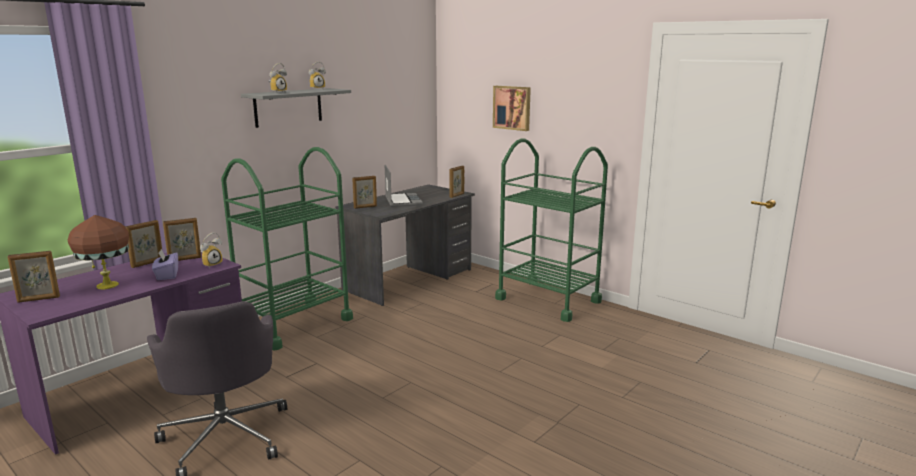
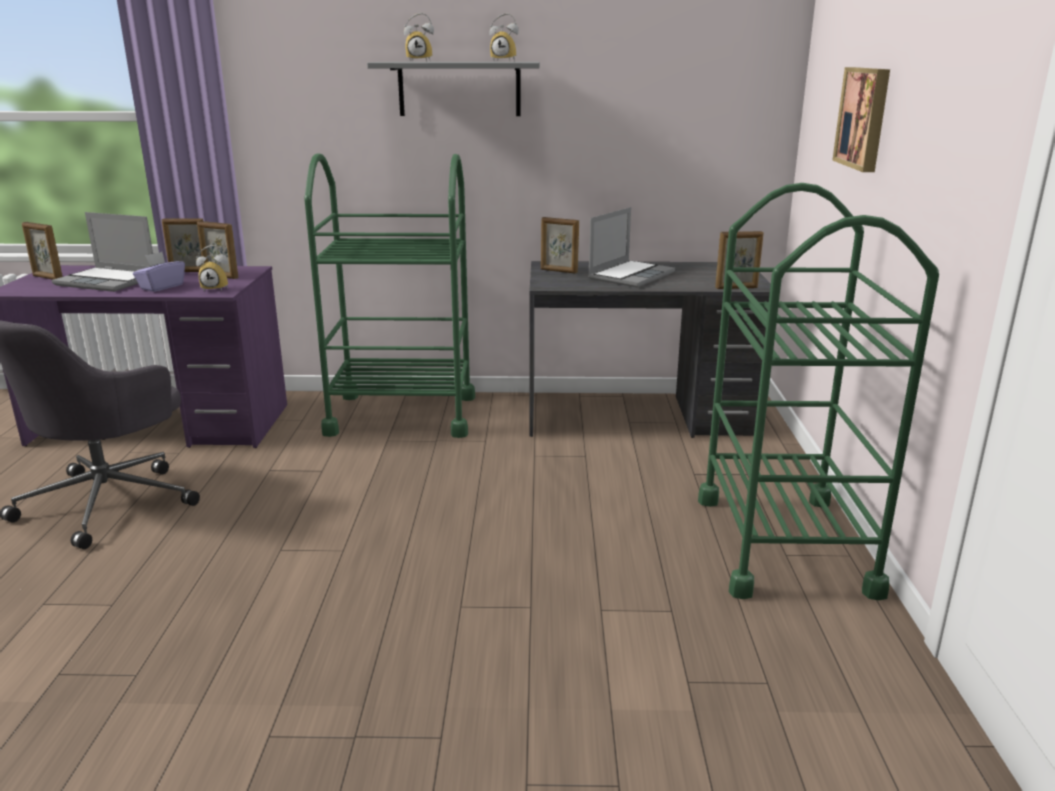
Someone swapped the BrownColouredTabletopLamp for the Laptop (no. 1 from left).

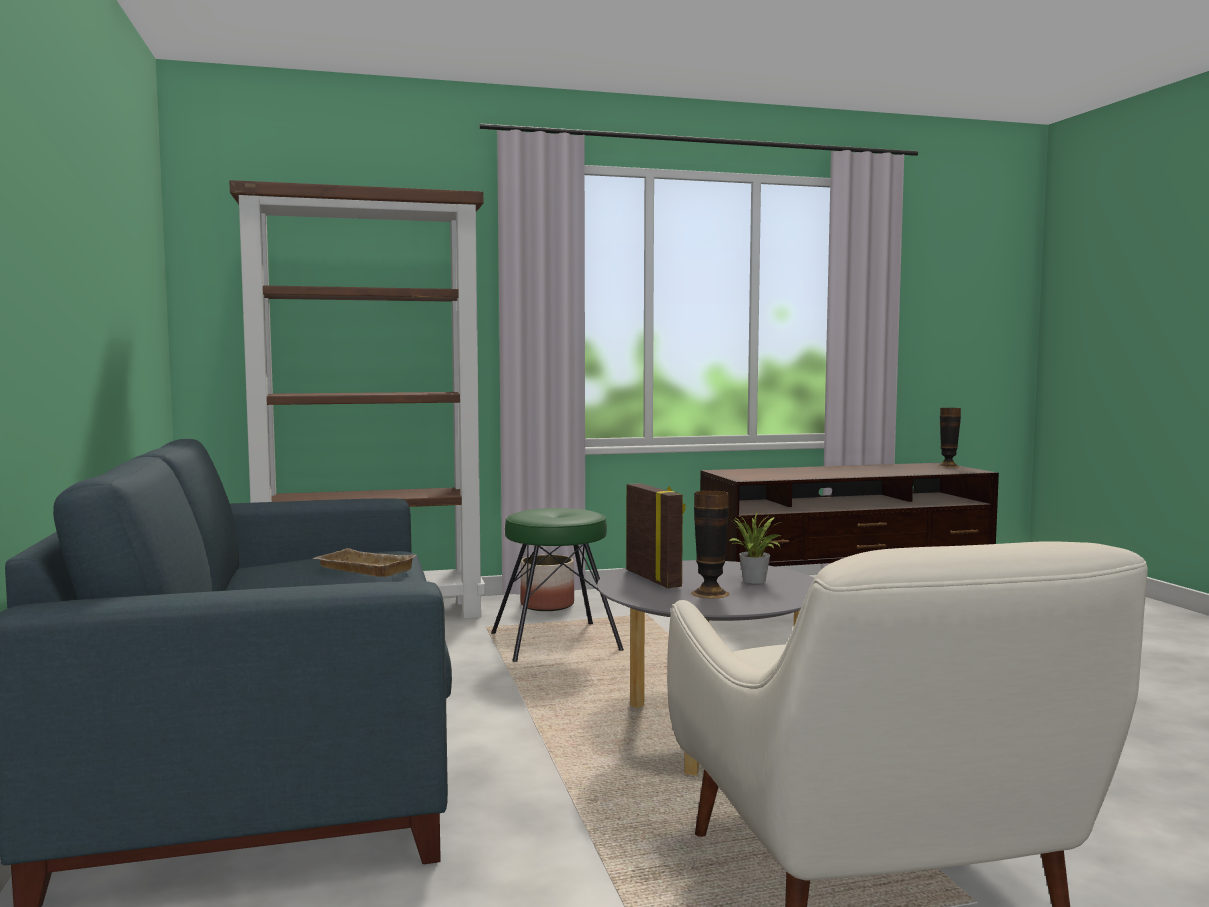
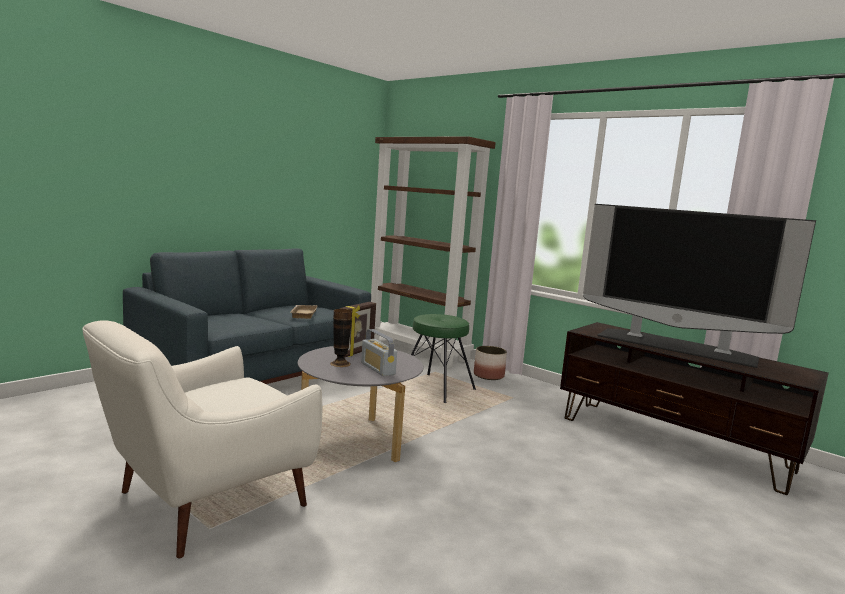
Someone took away the Vase (no. 2 from left).
Someone put down the TvSet.
Someone swapped the Houseplant for the RadioSet.

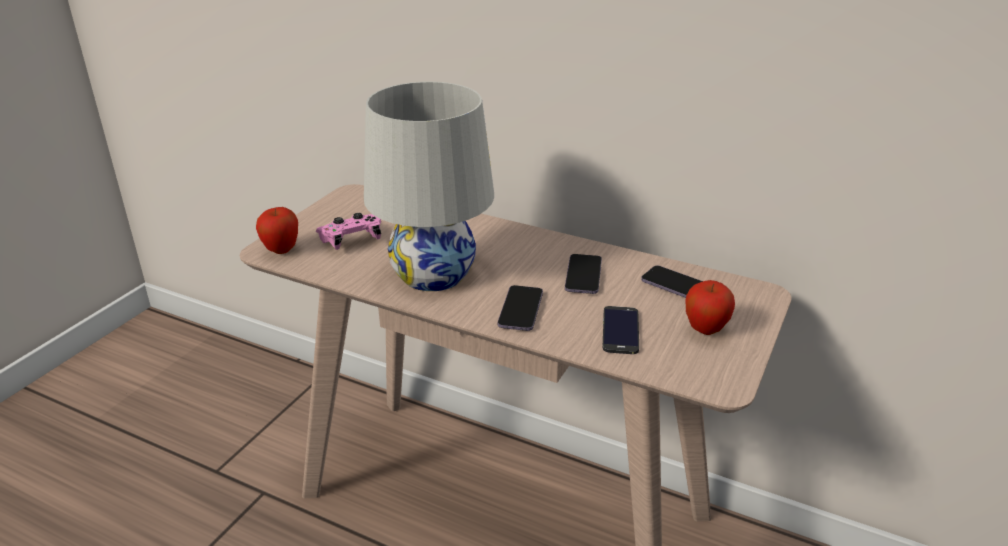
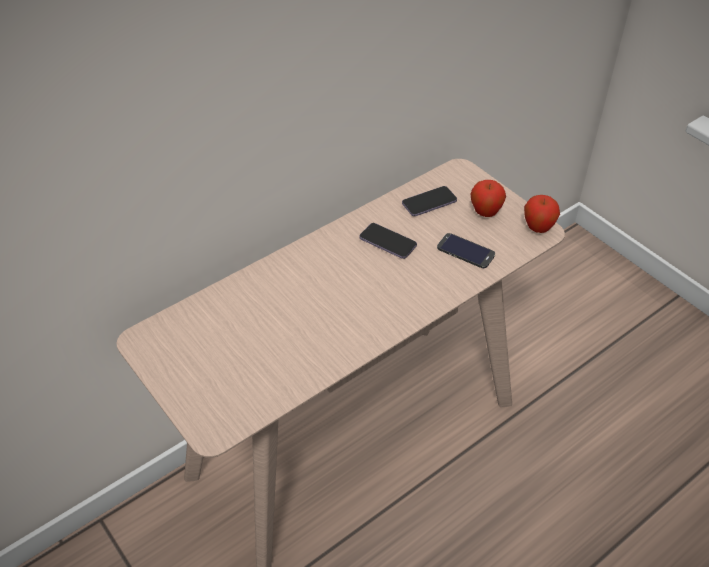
Someone took away the PinkishGameController.
Someone took away the WhitishTabletopLamp.
Someone took away the Telephone (no. 1 from left).
Someone carried the AppleFruit (no. 1 from left in the first image).

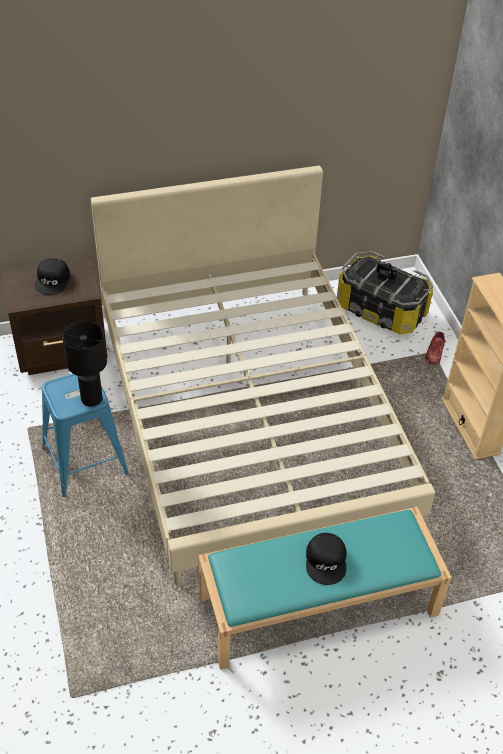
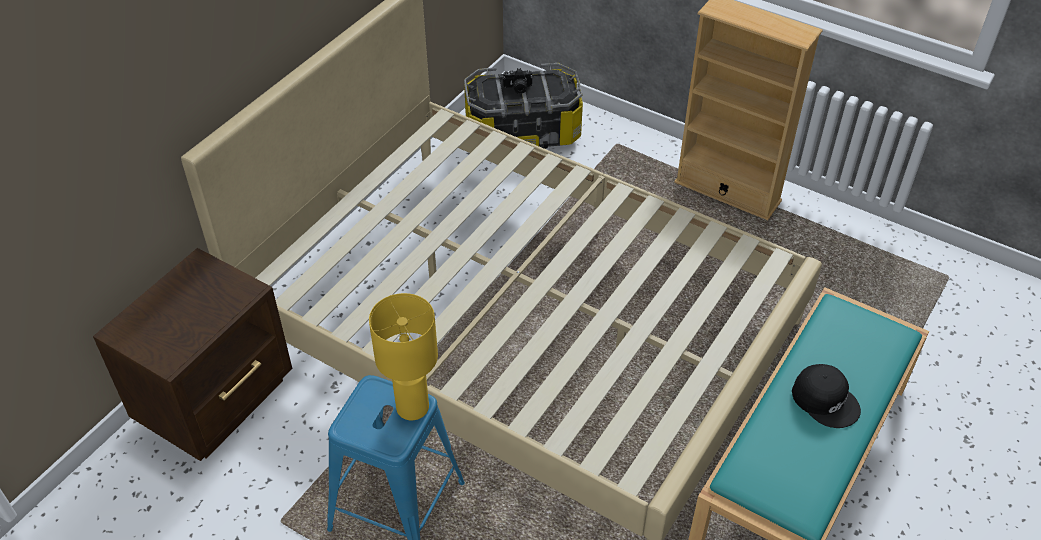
Someone took away the BlackishCap (no. 1 from left).
Someone took away the RedItemOfFootwear.
Someone repainted the BlackishTabletopLamp, which became the YellowishTabletopLamp.

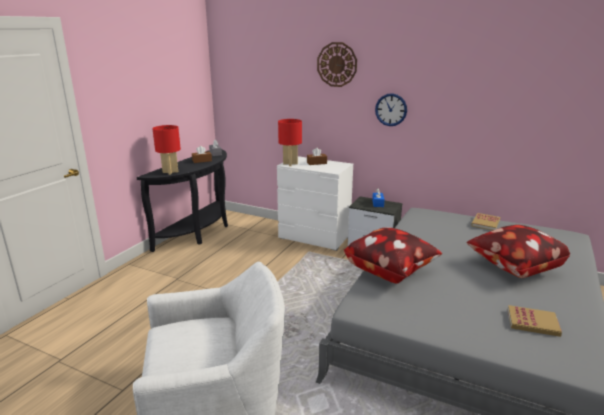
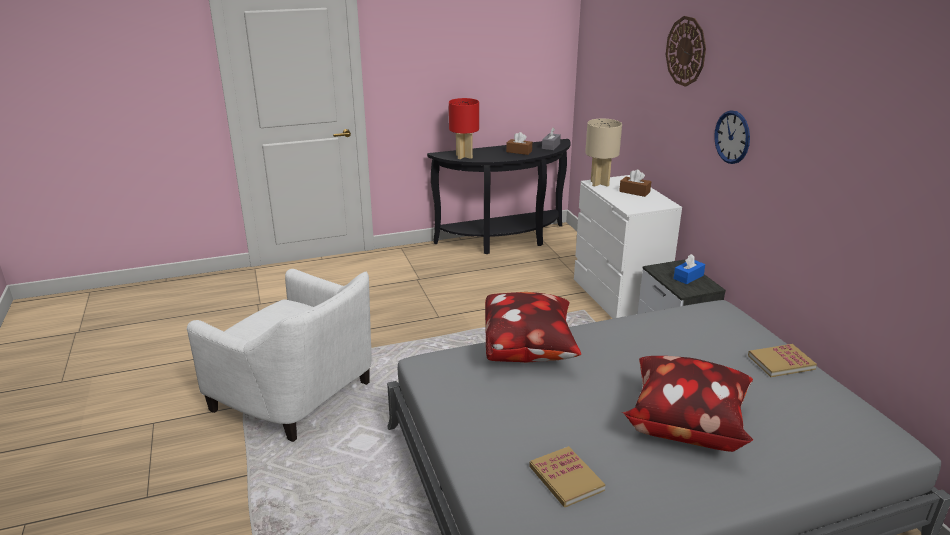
Someone repainted the RedTabletopLamp (no. 2 from left), which became the SandColouredTabletopLamp.

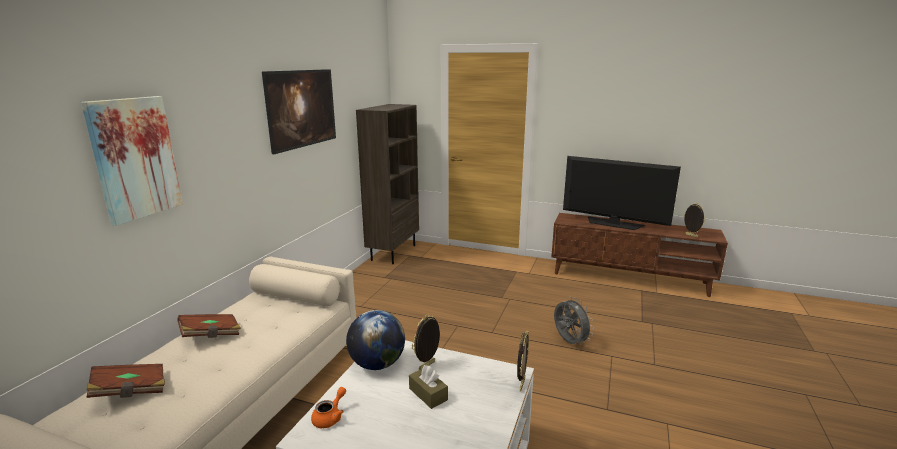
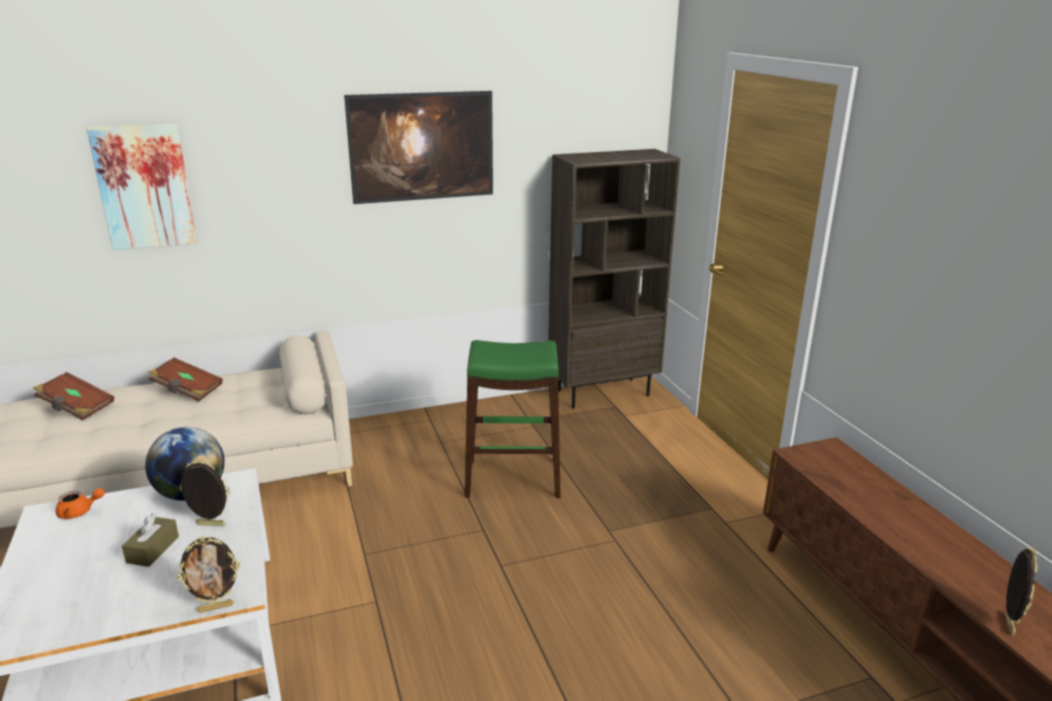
Someone took away the GreyishCoolingFan.
Someone took away the TvSet.
Someone put down the GreenColouredStool.

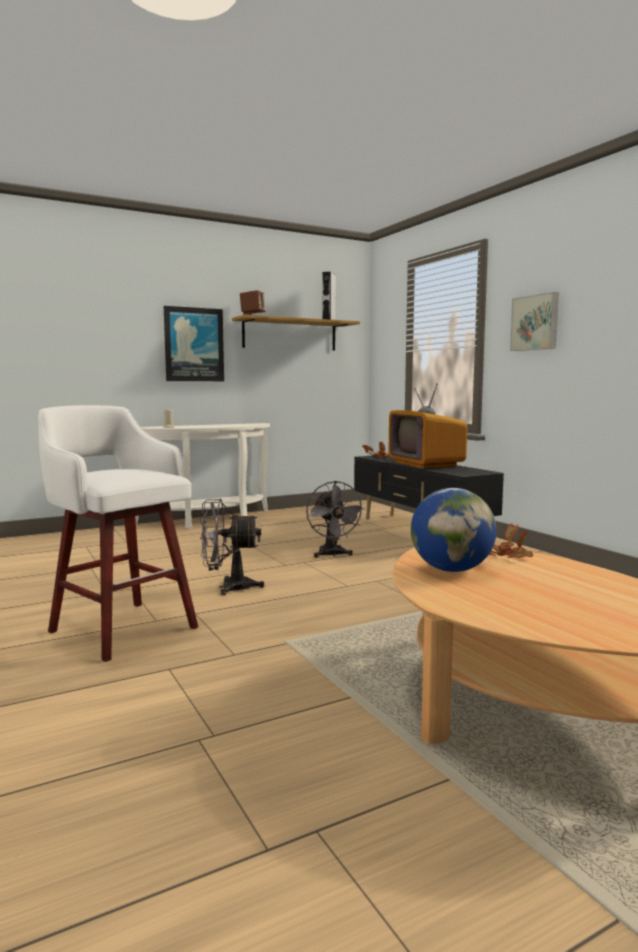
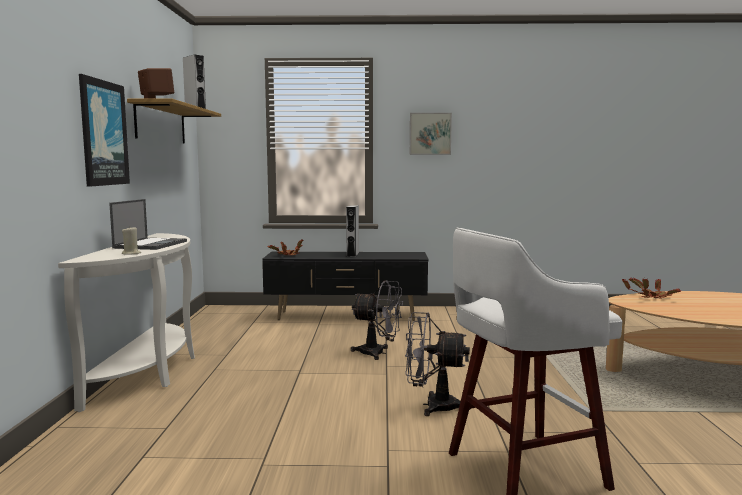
Someone took away the WorldGlobe.
Someone put down the Laptop.
Someone swapped the TvSet for the GreyishAudioSpeaker (no. 2 from left).
Someone rotated the GreyishCoolingFan (no. 1 from left in the first image) by 75 degrees clockwise.

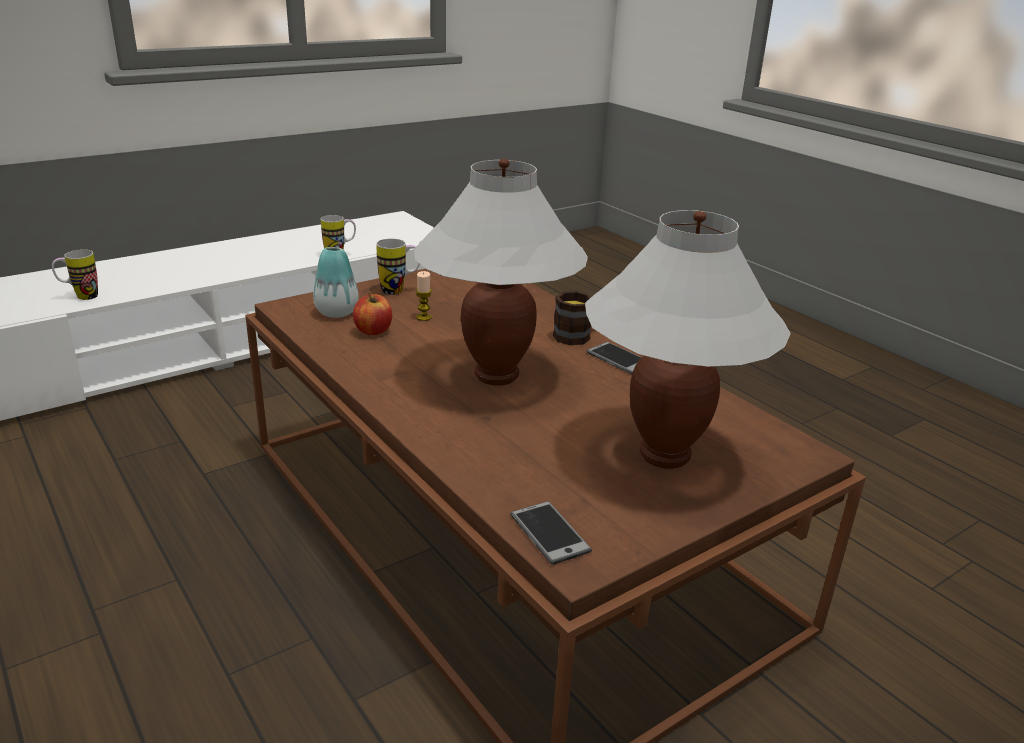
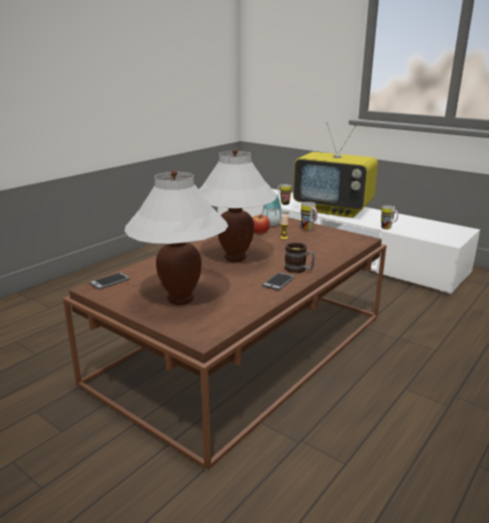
Someone put down the TvSet.

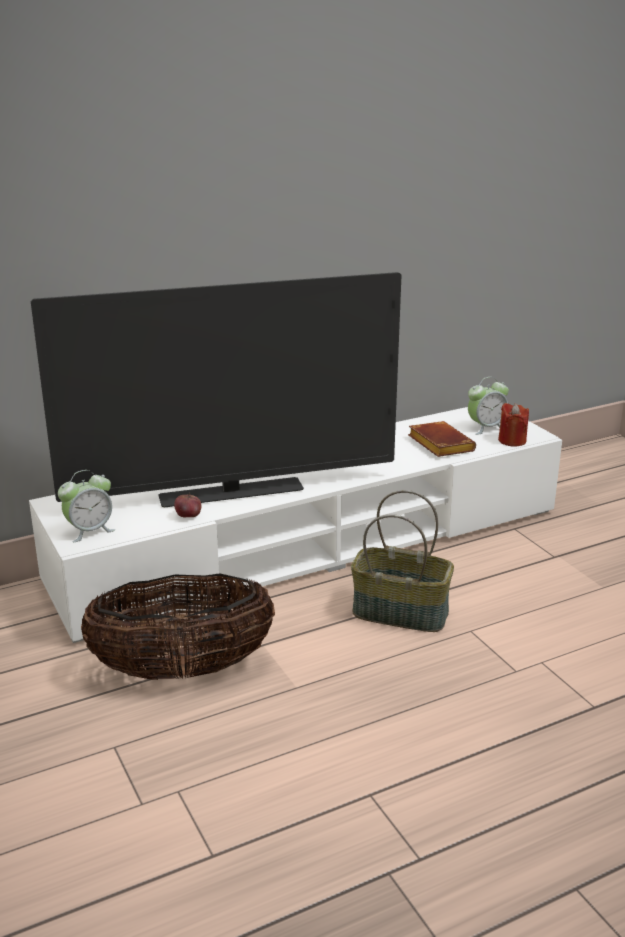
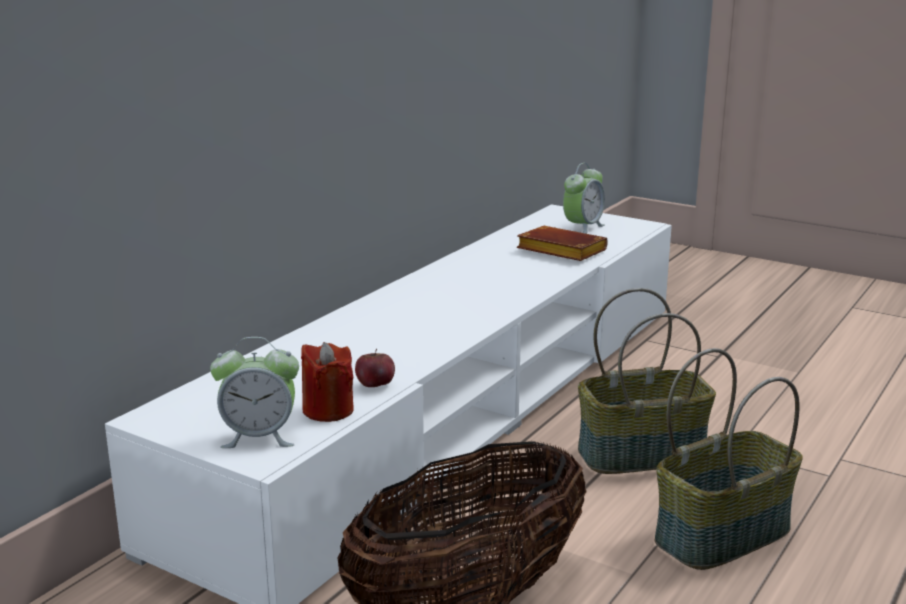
Someone took away the TvSet.
Someone put down the HouseholdBasket (no. 3 from left).
Someone carried the RedWaxLight.
Someone rotated the AlarmClock (no. 1 from left) by 60 degrees clockwise.

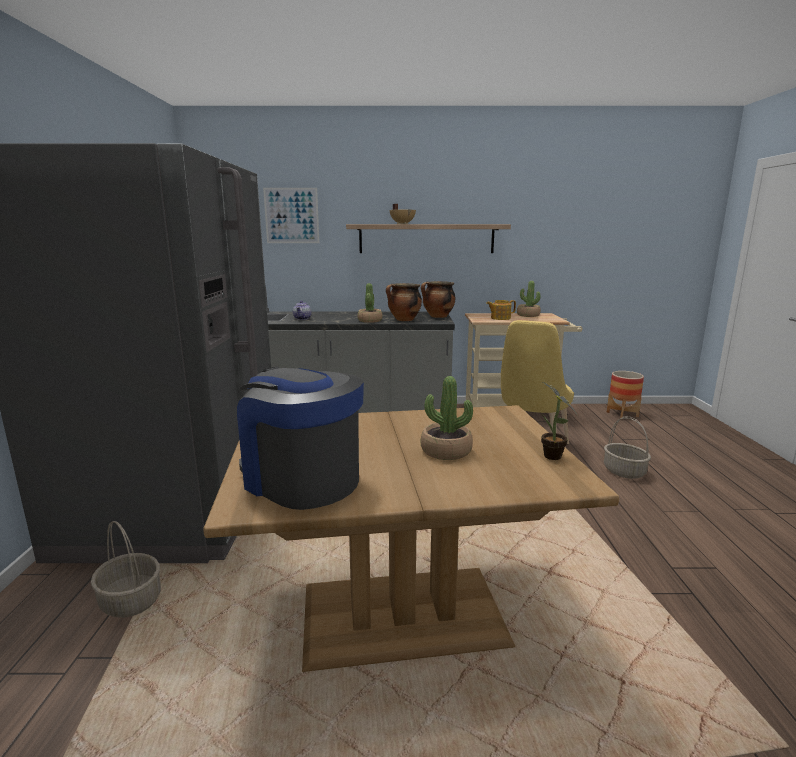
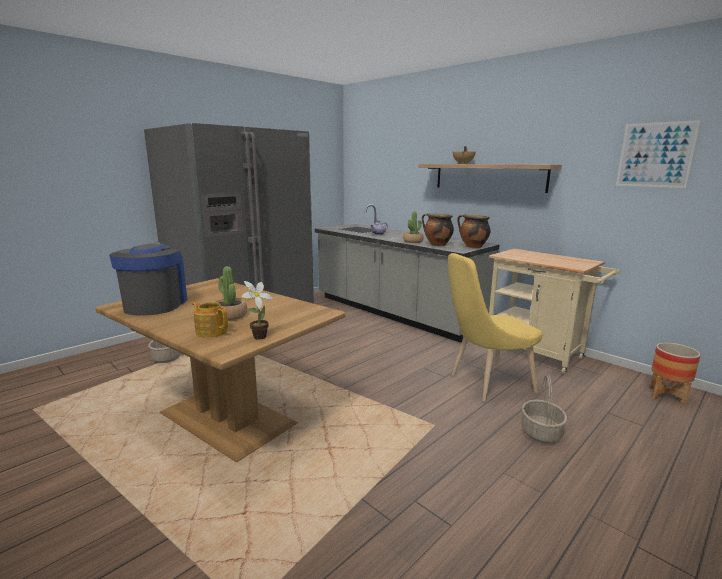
Someone took away the Houseplant (no. 3 from left).
Someone carried the WallArt.
Someone carried the PotForTea (no. 2 from left in the first image).

